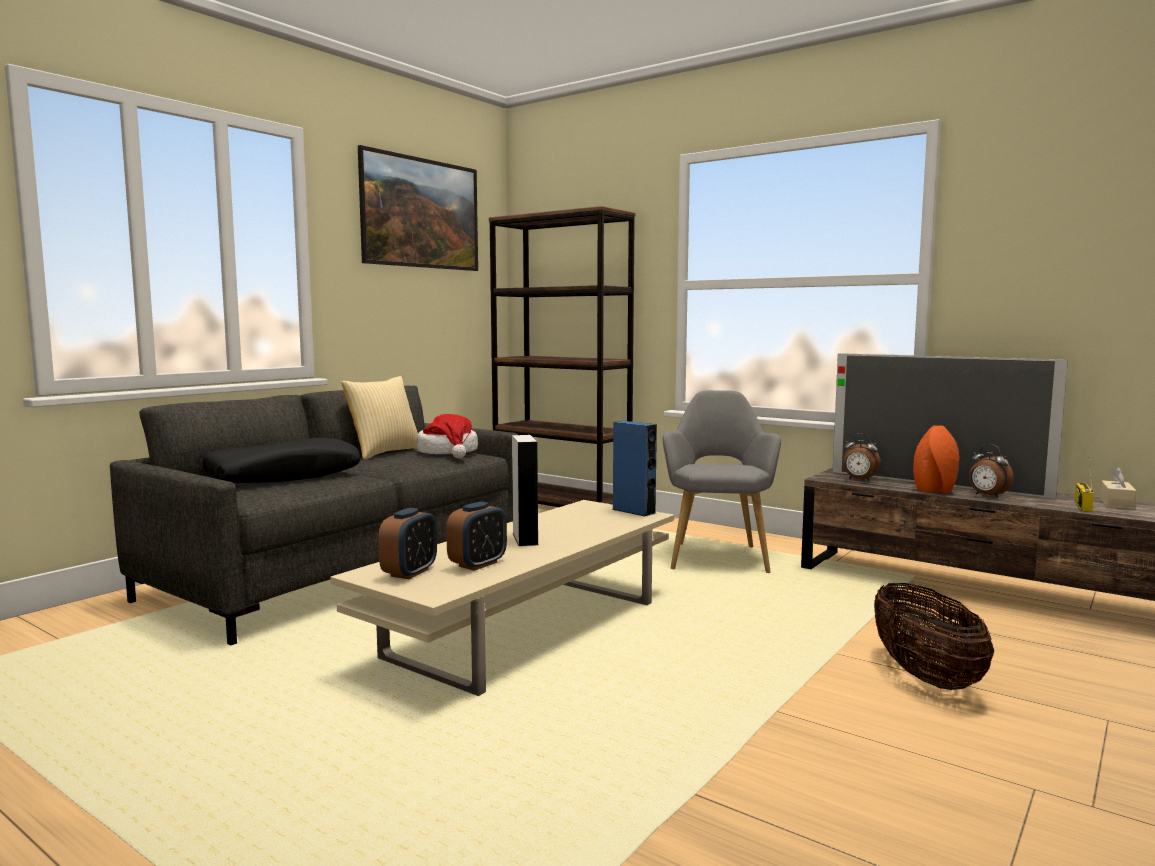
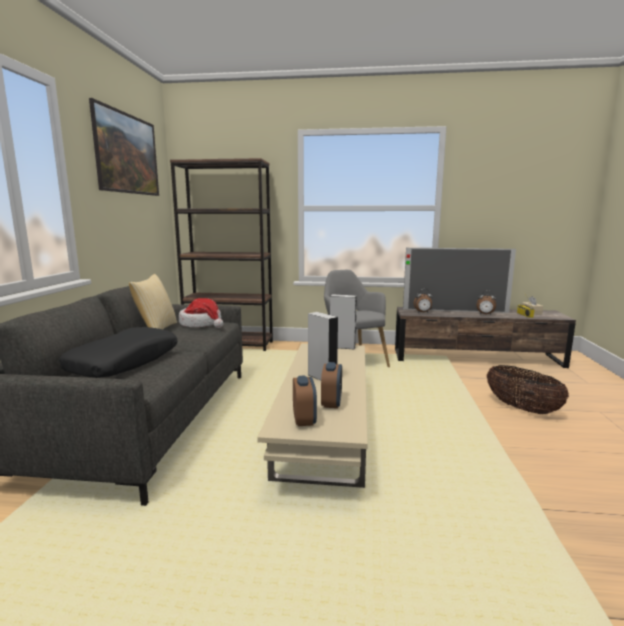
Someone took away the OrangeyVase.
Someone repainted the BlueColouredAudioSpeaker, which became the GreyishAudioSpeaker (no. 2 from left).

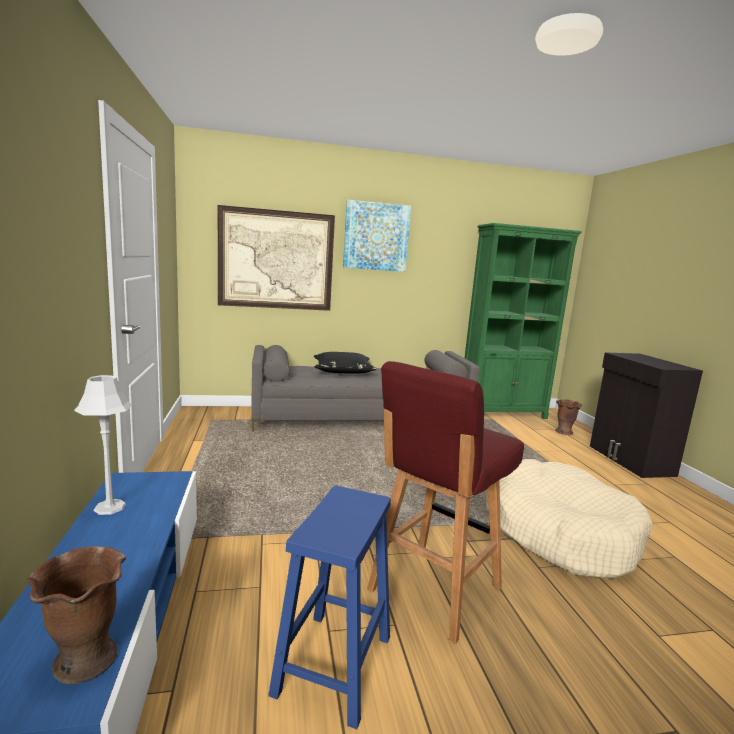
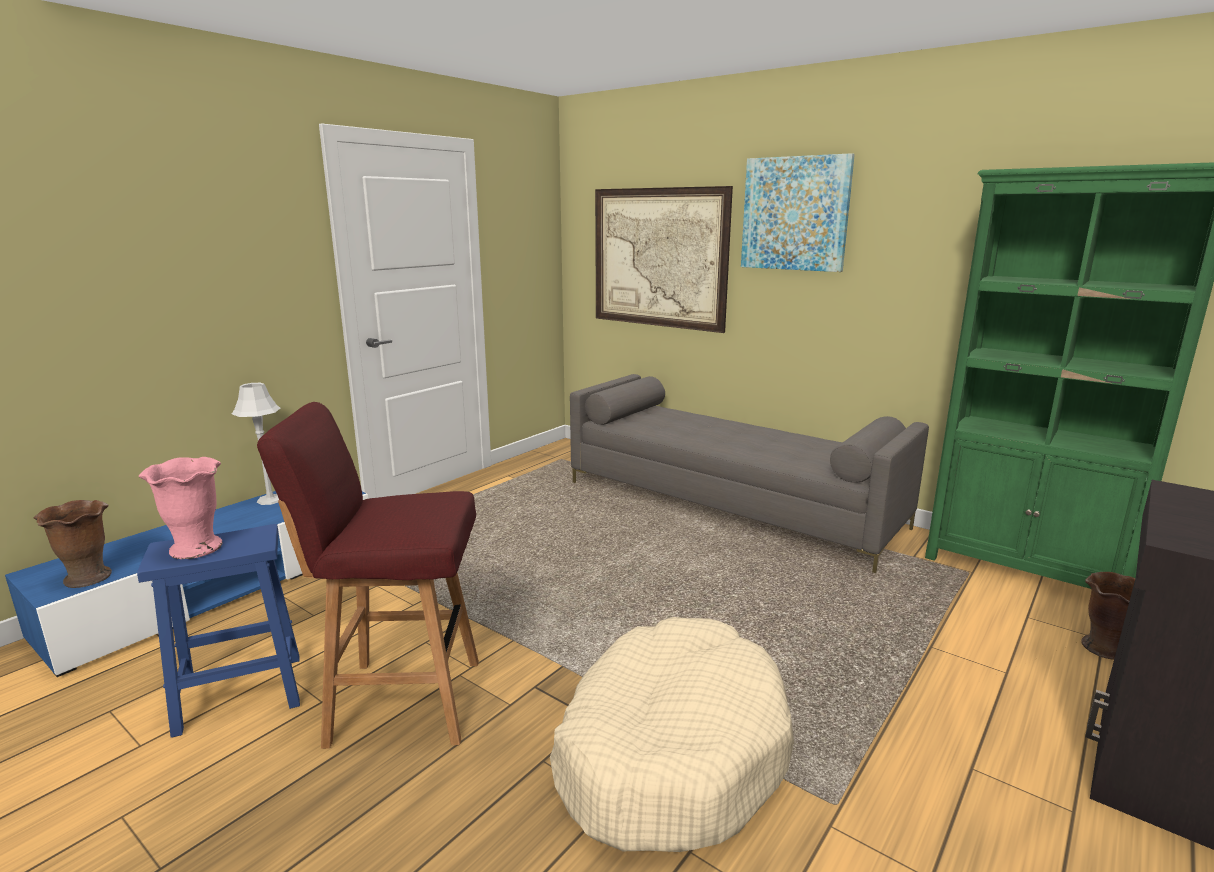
Someone took away the BlackishCushion.
Someone put down the PinkishVase.

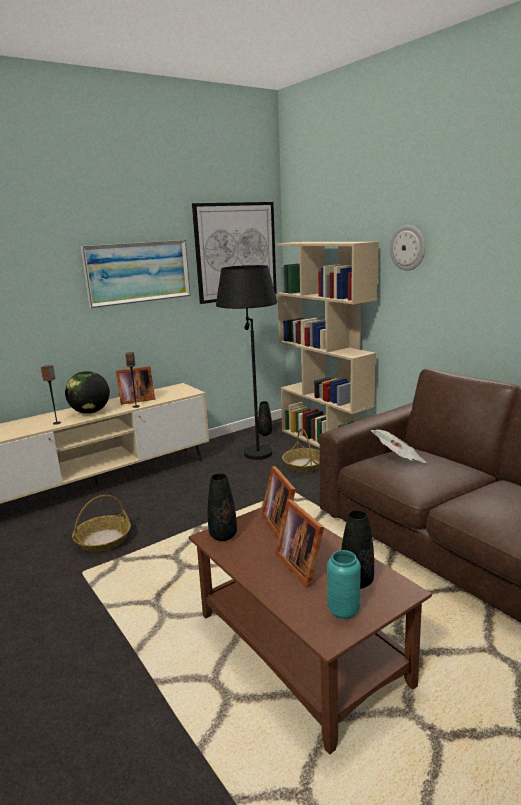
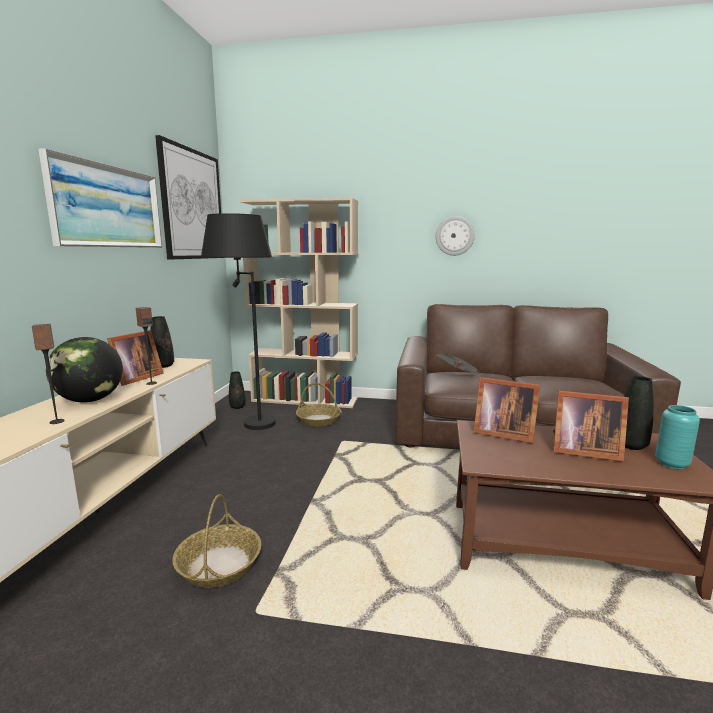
Someone carried the BlackishVase (no. 1 from left).
Someone carried the HangingClock.

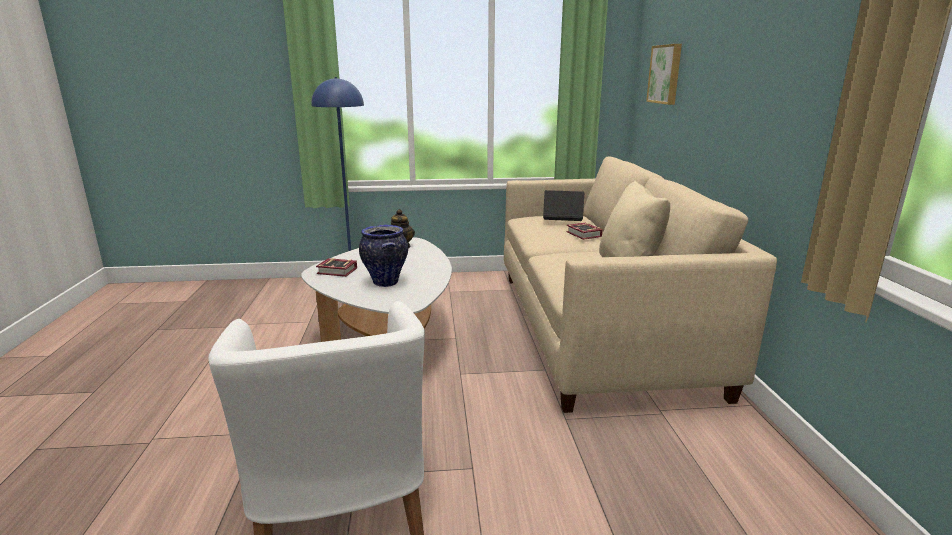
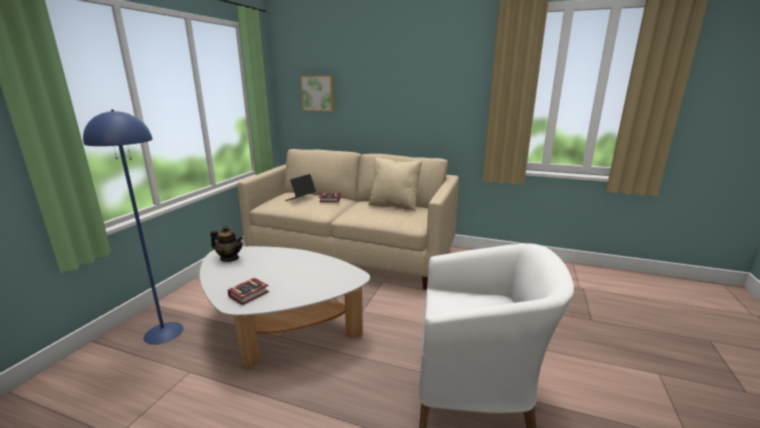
Someone took away the Vase.

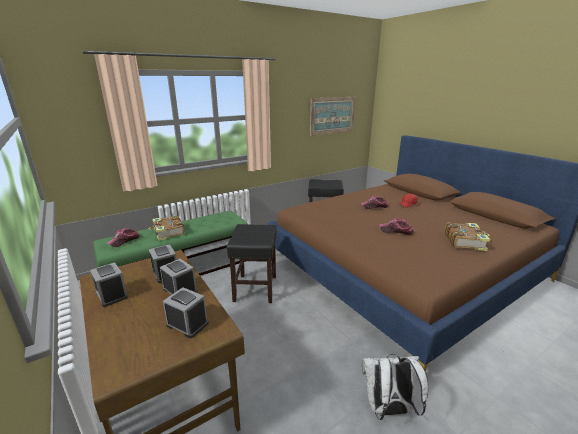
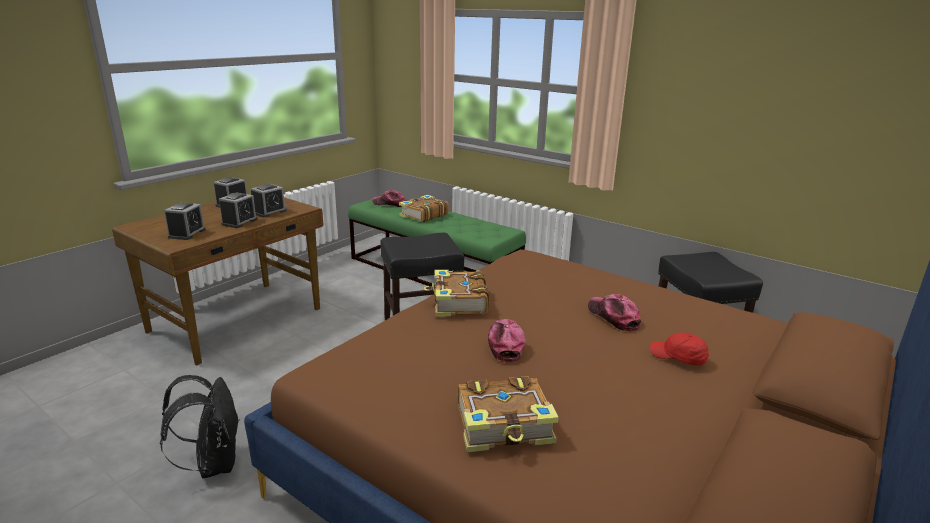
Someone took away the WallArt.
Someone put down the Book (no. 2 from left).
Someone repainted the WhitishKnapsack, which became the BlackishKnapsack.

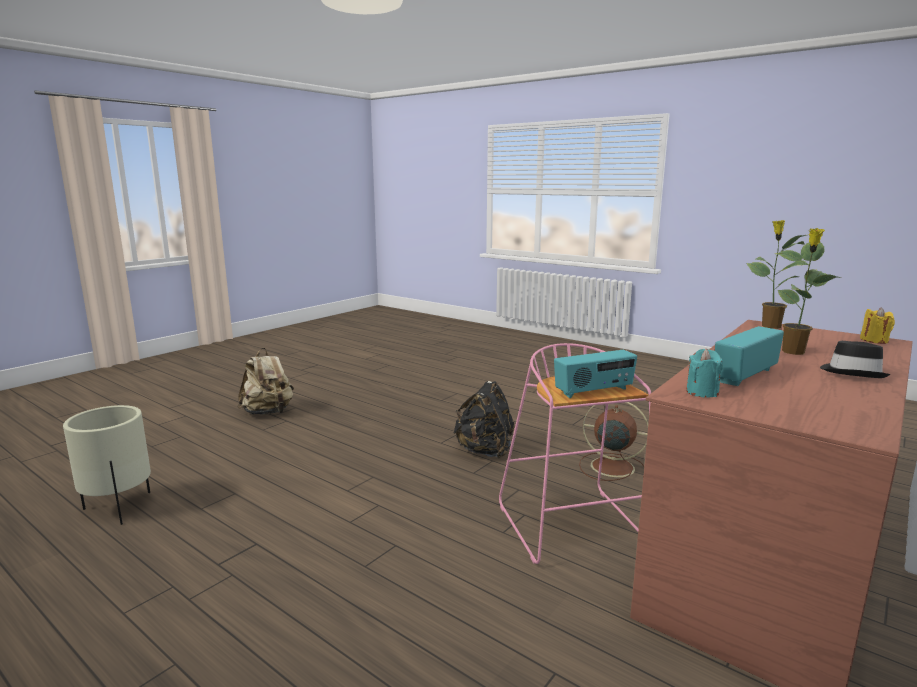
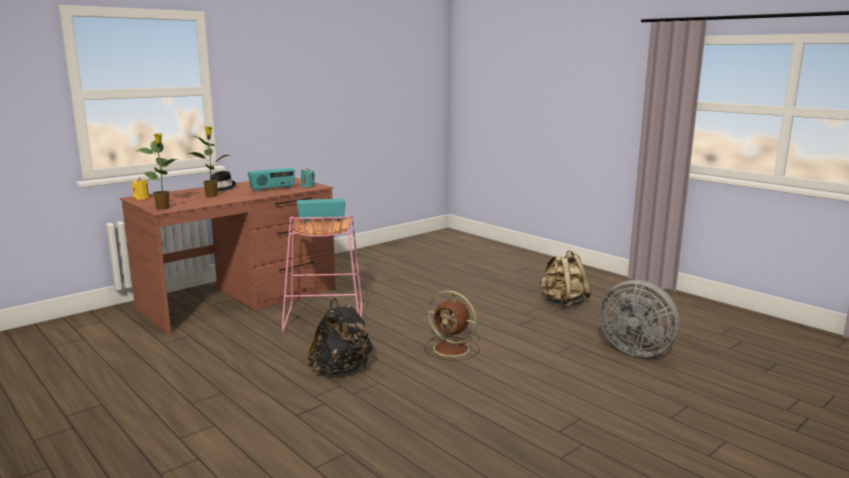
Someone carried the SandColouredKnapsack.
Someone carried the BrownColouredCoolingFan.
Someone swapped the SandColouredPlanter for the GreyishCoolingFan.

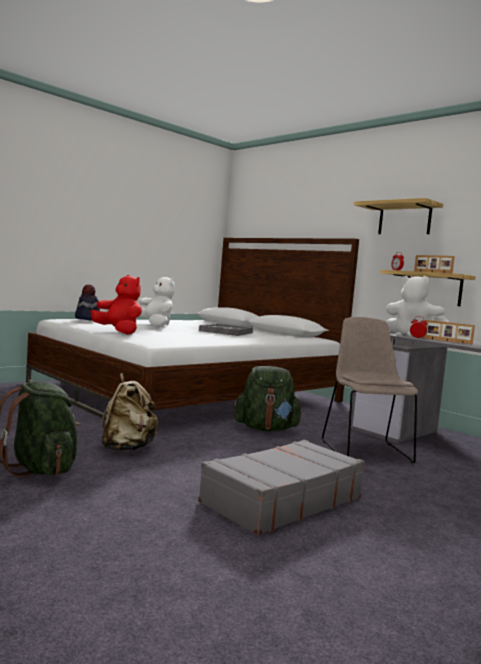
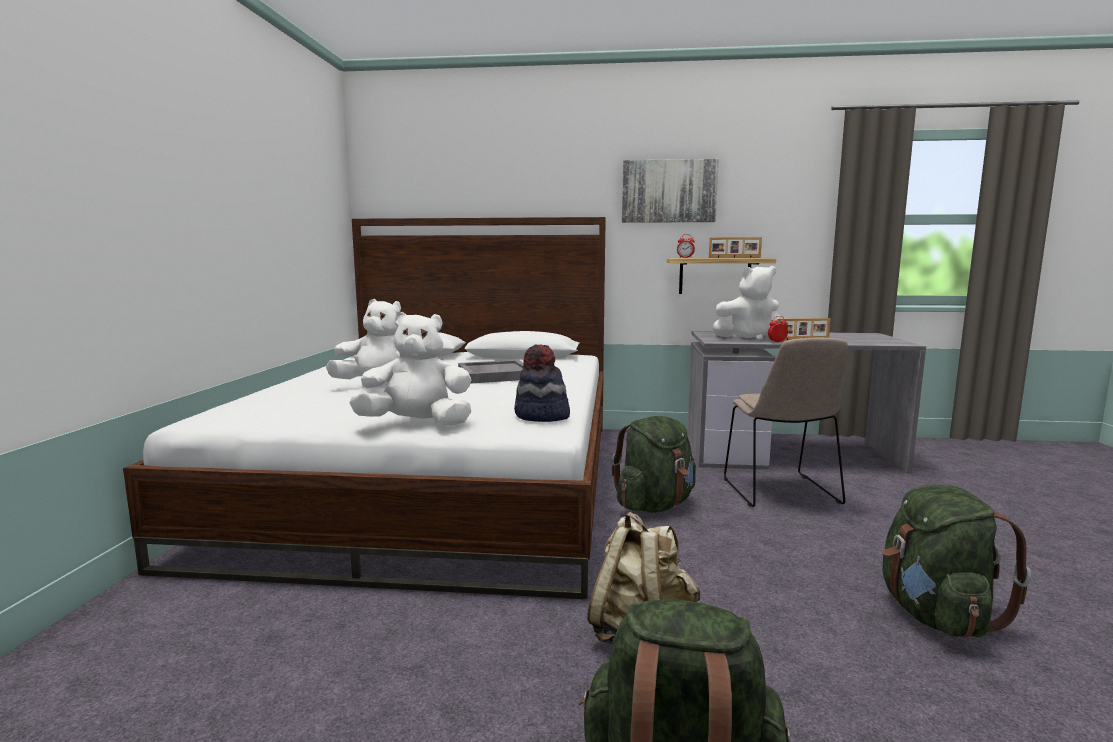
Someone carried the ClothingHat.
Someone swapped the GreyishSuitcase for the GreenColouredKnapsack (no. 3 from left).
Someone swapped the Shelf (no. 1 from left) for the WallArt.
Someone repainted the RedPlushToy, which became the WhitishPlushToy (no. 2 from left).
Someone rotated the SandColouredPlainChair by 135 degrees counterclockwise.

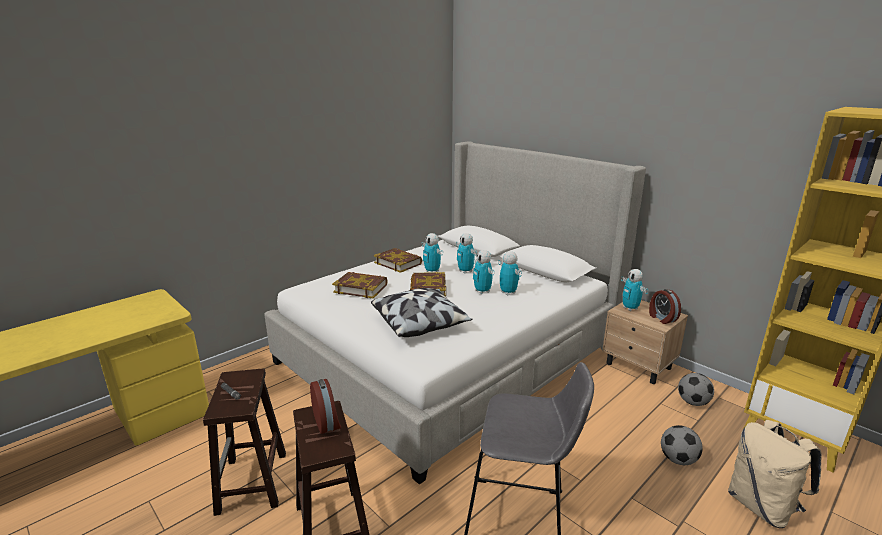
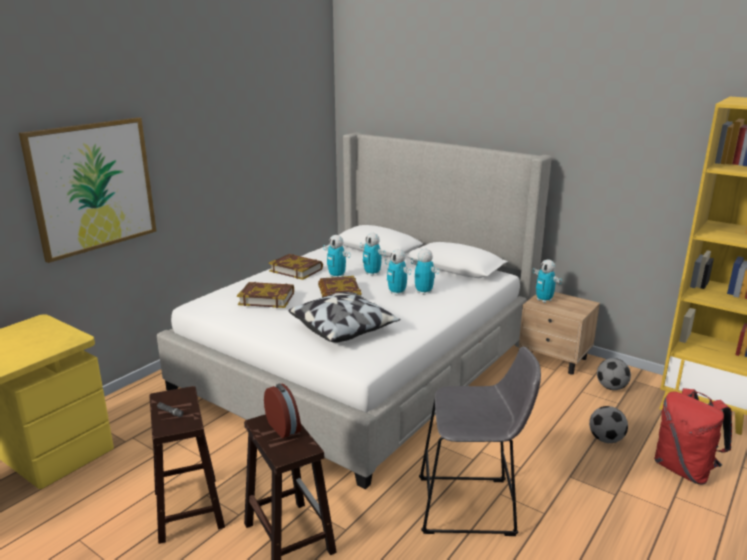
Someone took away the AlarmClock (no. 2 from left).
Someone put up the WallArt.
Someone repainted the SandColouredKnapsack, which became the RedKnapsack.

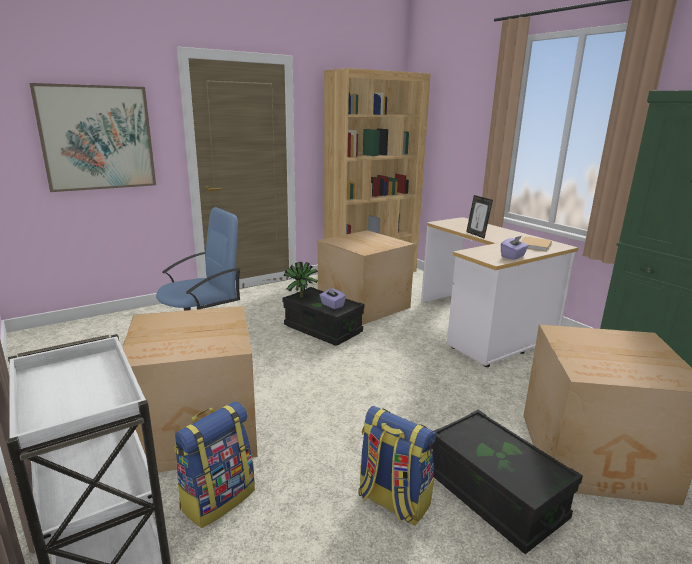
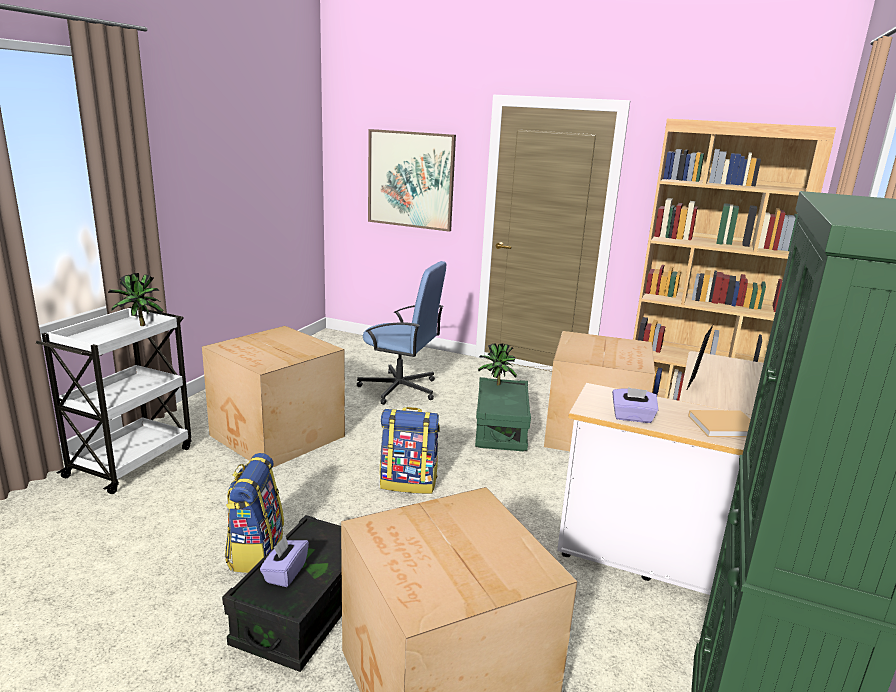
Someone put down the Houseplant (no. 1 from left).
Someone carried the Knapsack (no. 1 from left in the first image).
Someone carried the PurplishBoxOfTissues (no. 1 from left).
Someone repainted the BlackishStorageContainer (no. 1 from left), which became the GreenColouredStorageContainer.

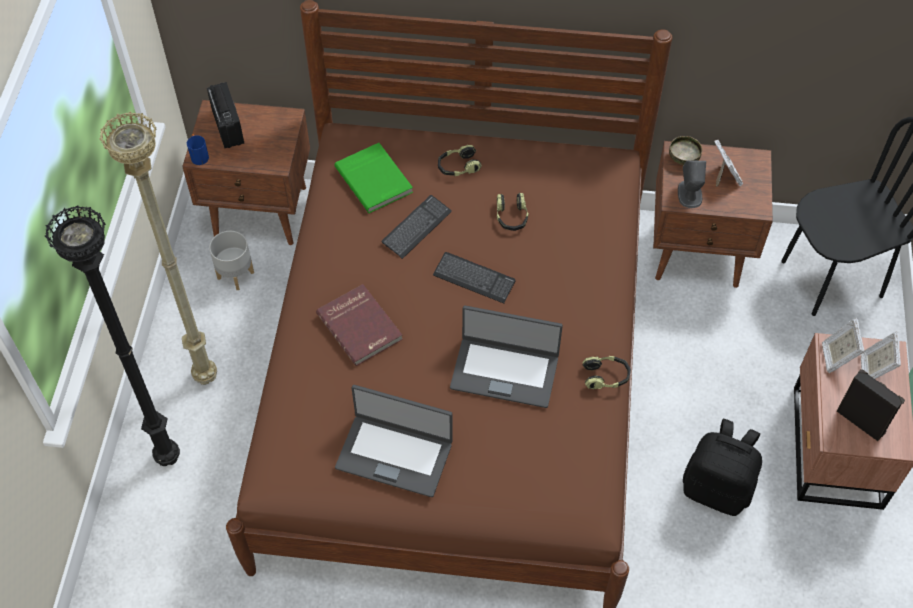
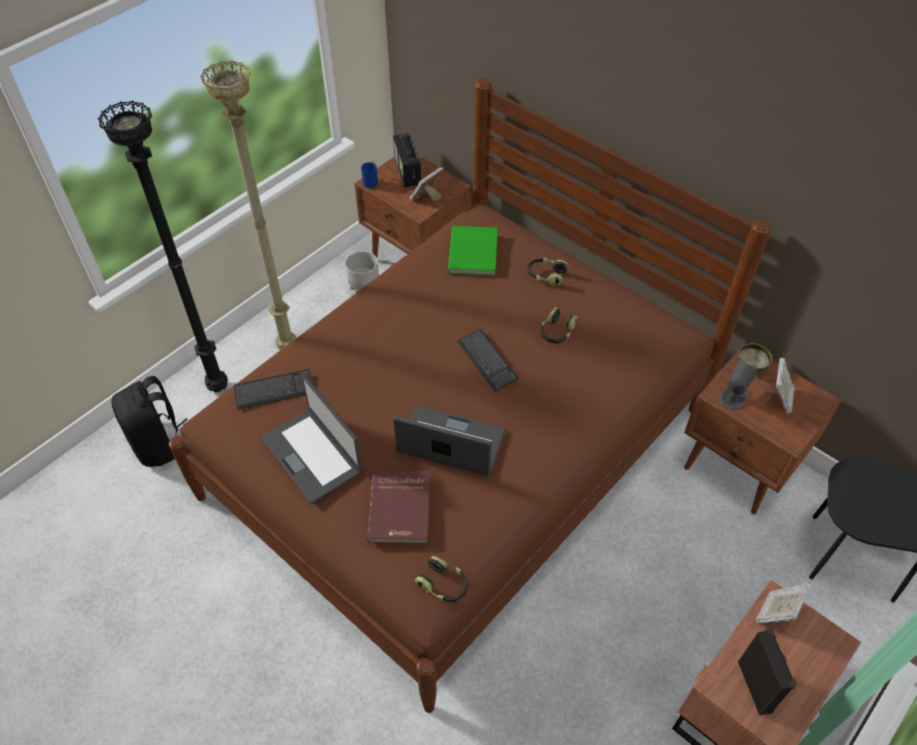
Someone carried the RedBook.
Someone carried the Keyboard (no. 1 from left).
Someone carried the Headset (no. 3 from left in the first image).
Someone carried the BlackishKnapsack.
Someone carried the PhotoFrame (no. 3 from left in the first image).
Someone rotated the RadioSet by 150 degrees clockwise.
Someone rotated the Laptop (no. 2 from left) by 150 degrees clockwise.

